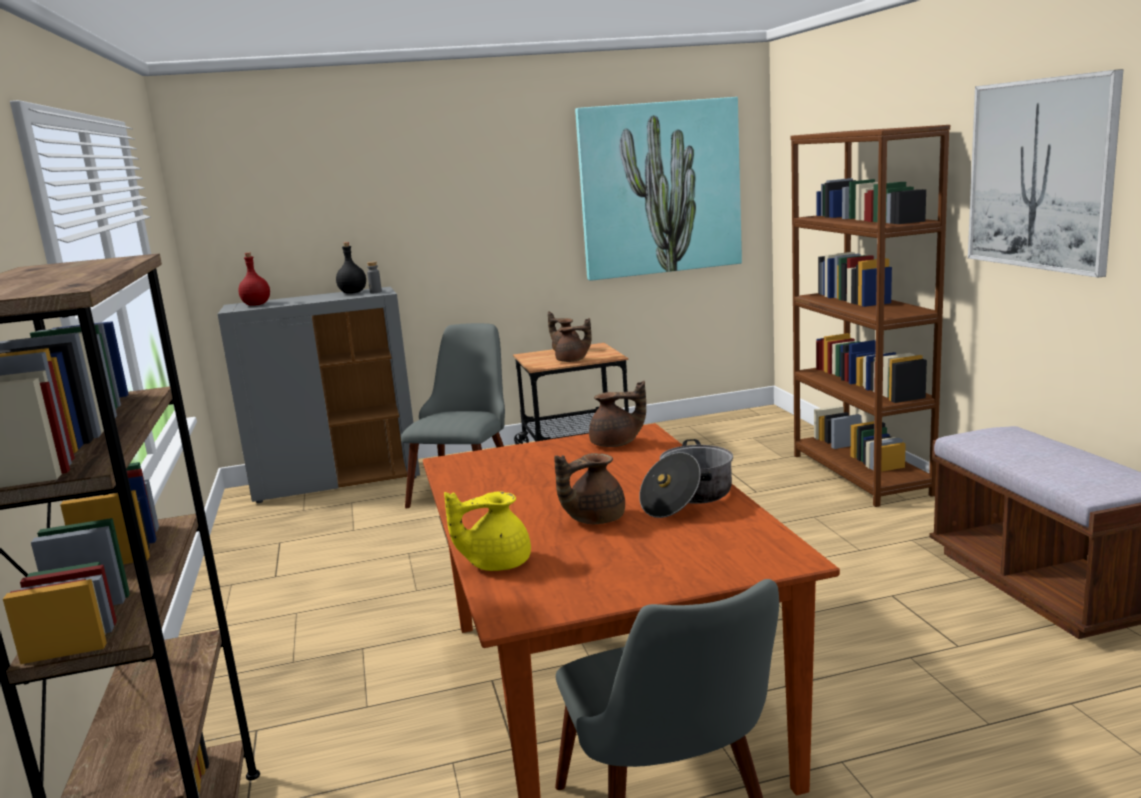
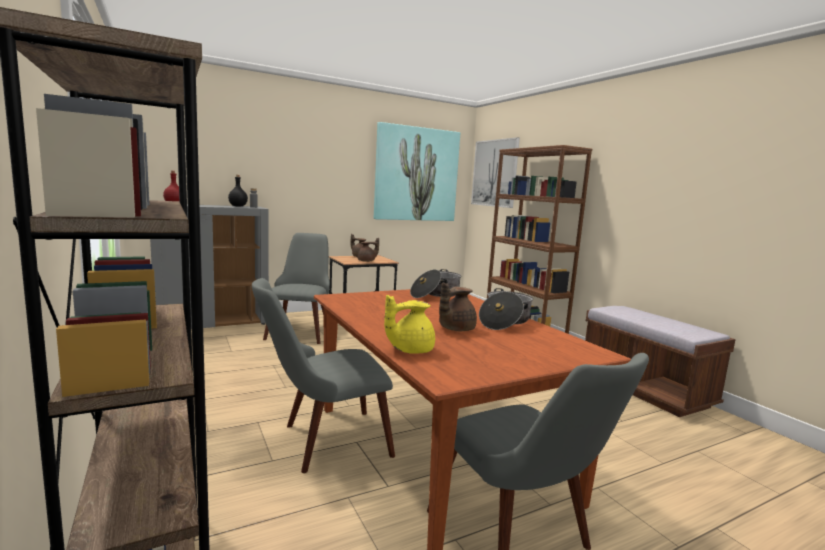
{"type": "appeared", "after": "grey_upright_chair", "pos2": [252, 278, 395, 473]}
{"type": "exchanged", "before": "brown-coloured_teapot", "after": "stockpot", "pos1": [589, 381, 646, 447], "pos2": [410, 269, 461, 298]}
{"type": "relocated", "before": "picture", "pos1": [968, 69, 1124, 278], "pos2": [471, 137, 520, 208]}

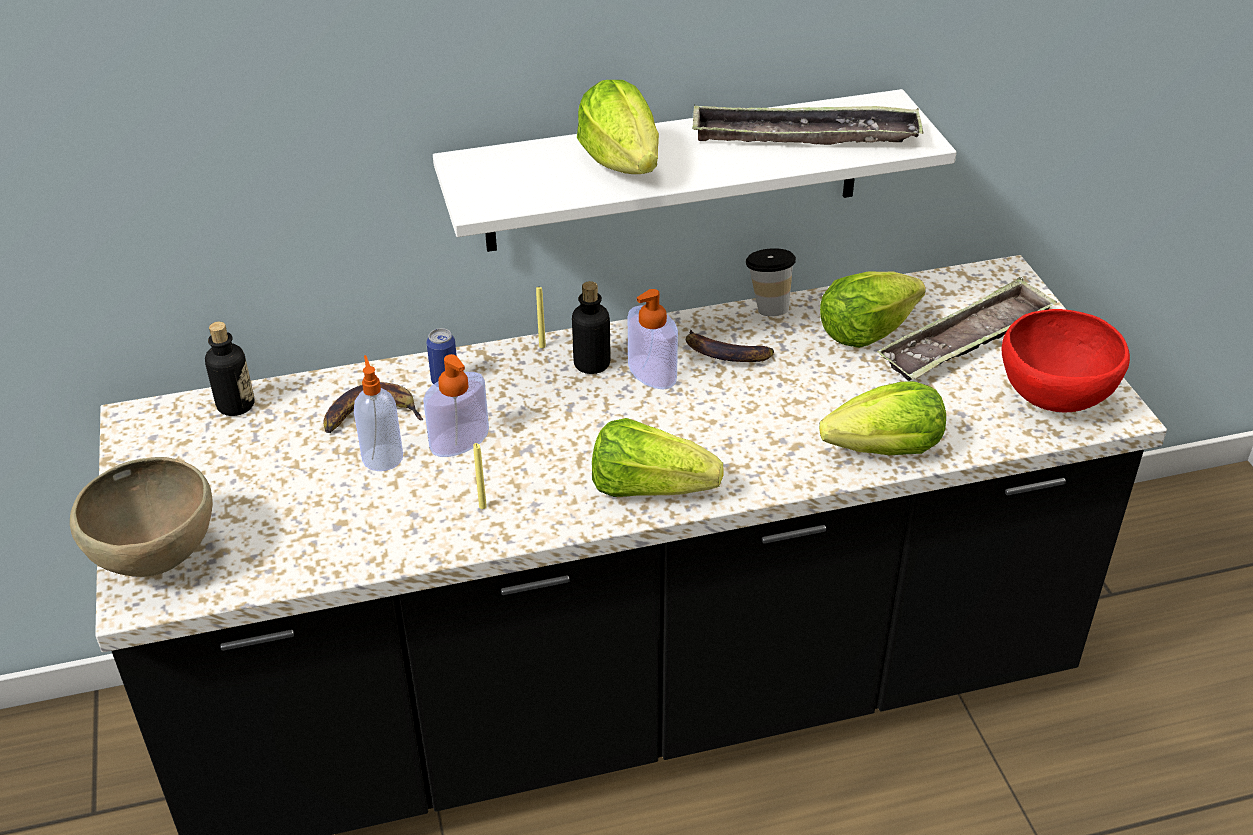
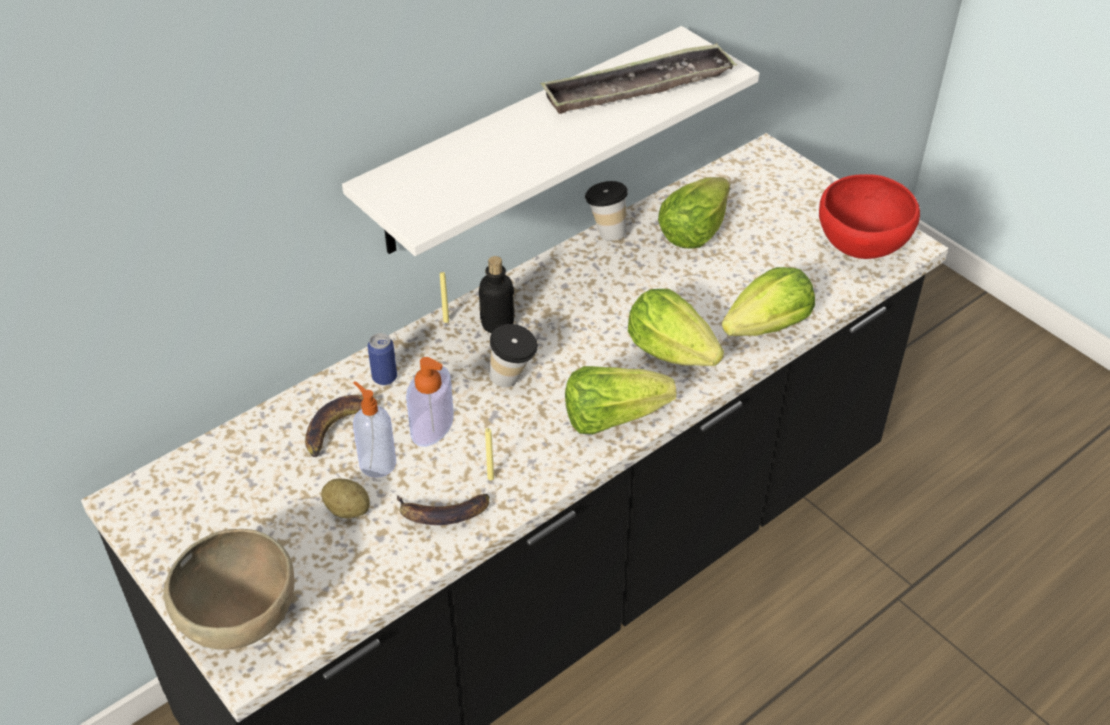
{"type": "appeared", "after": "potato", "pos2": [321, 479, 370, 518]}
{"type": "relocated", "before": "banana_fruit", "pos1": [686, 329, 774, 362], "pos2": [397, 493, 489, 525]}
{"type": "appeared", "after": "drinking_cup", "pos2": [489, 324, 538, 387]}
{"type": "relocated", "before": "head_of_lettuce", "pos1": [577, 80, 659, 174], "pos2": [628, 289, 724, 366]}
{"type": "missing", "before": "beverage_bottle", "pos1": [205, 322, 255, 416]}
{"type": "missing", "before": "liquid_soap_bottle", "pos1": [628, 289, 678, 390]}
{"type": "missing", "before": "carrying_tray", "pos1": [877, 277, 1057, 381]}

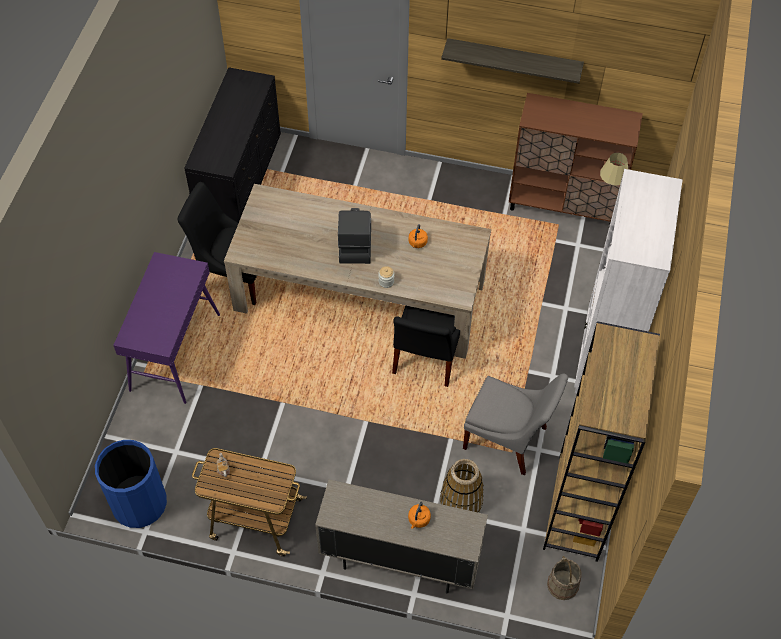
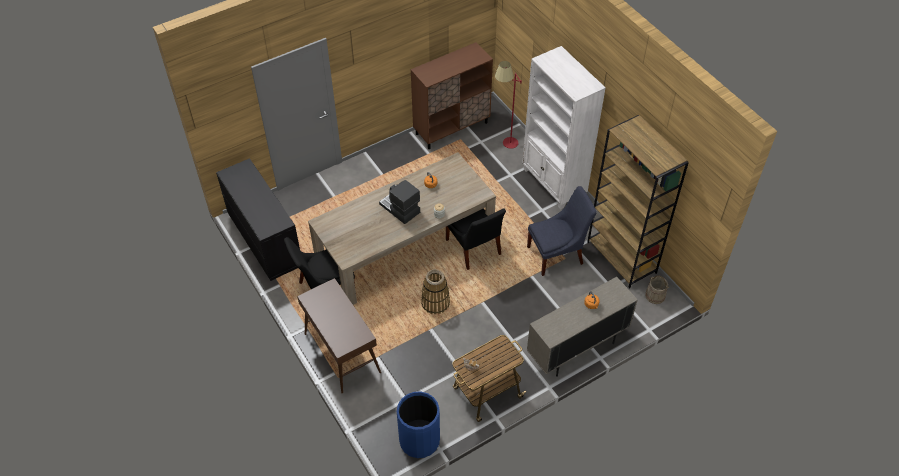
{"type": "colour", "before": "purple-coloured_narrow_table", "after": "brown-coloured_narrow_table", "pos1": [113, 252, 220, 404], "pos2": [297, 278, 381, 394]}
{"type": "relocated", "before": "storage_basket", "pos1": [440, 459, 484, 512], "pos2": [421, 269, 450, 314]}
{"type": "colour", "before": "grey_upright_chair", "after": "blue-coloured_upright_chair", "pos1": [463, 373, 568, 475], "pos2": [527, 186, 597, 276]}
{"type": "missing", "before": "bracket_shelf", "pos1": [441, 38, 584, 84]}

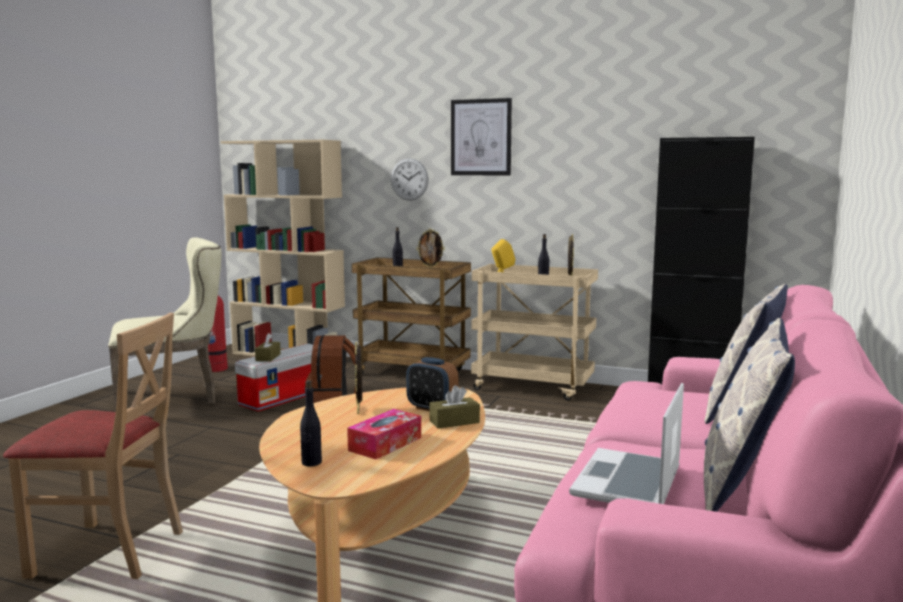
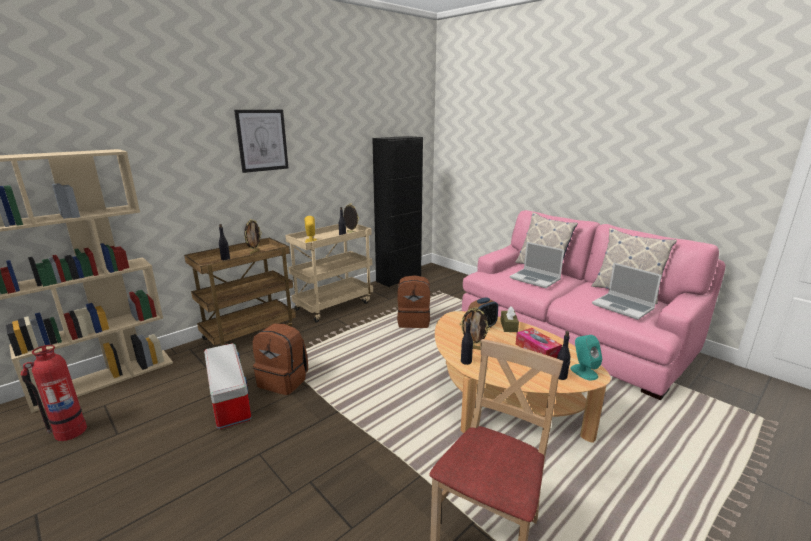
{"type": "appeared", "after": "brown-coloured_knapsack", "pos2": [397, 275, 430, 328]}
{"type": "appeared", "after": "black-coloured_beverage_bottle", "pos2": [461, 318, 473, 365]}
{"type": "appeared", "after": "portable_computer", "pos2": [510, 242, 564, 288]}
{"type": "appeared", "after": "turquoise-coloured_speaker", "pos2": [571, 335, 602, 380]}
{"type": "missing", "before": "beige_upright_chair", "pos1": [108, 237, 222, 412]}
{"type": "missing", "before": "brown-coloured_box_of_tissues", "pos1": [255, 333, 281, 362]}
{"type": "missing", "before": "wall_clock", "pos1": [391, 158, 429, 201]}

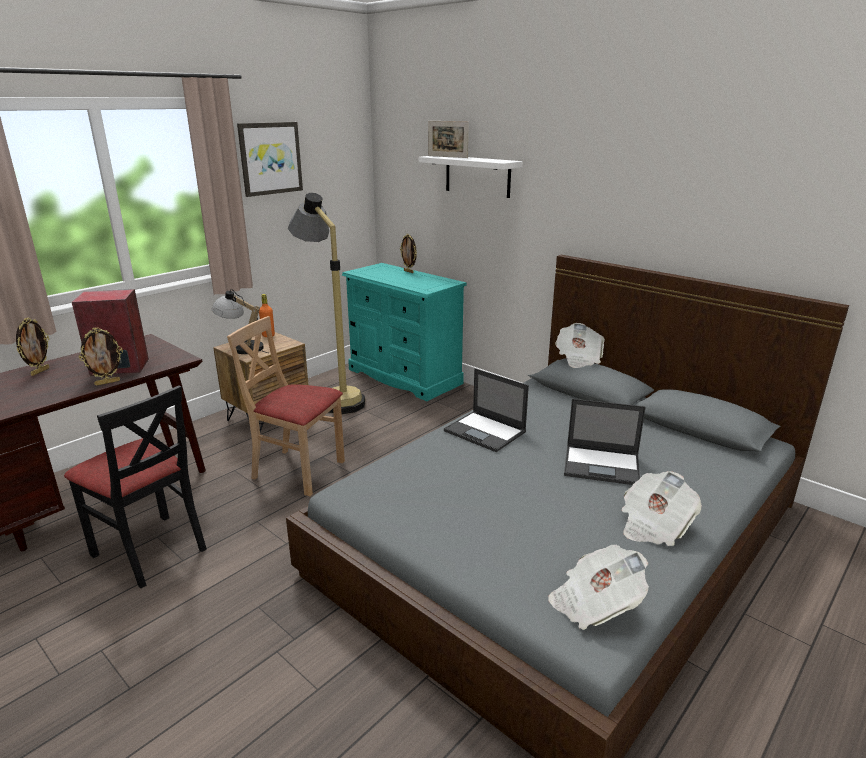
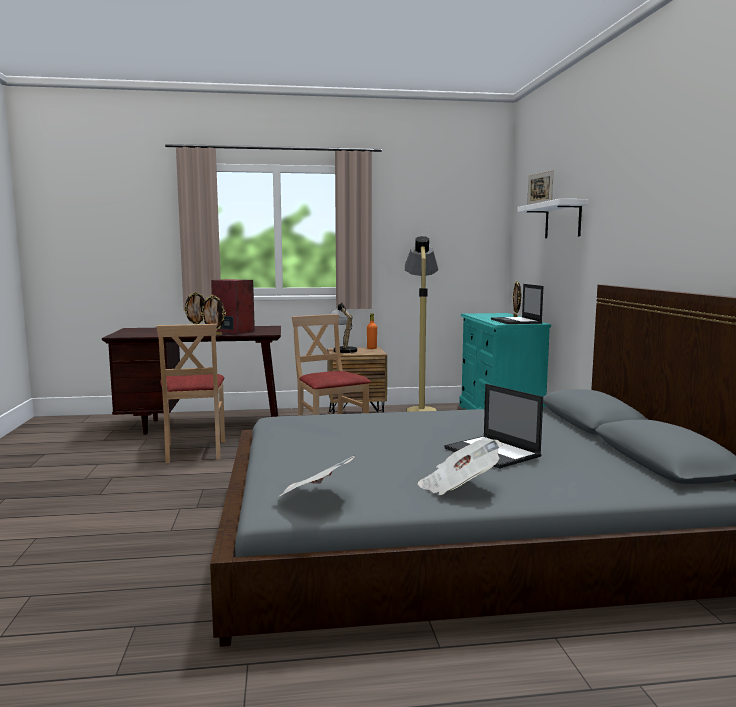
{"type": "colour", "before": "black-coloured_upright_chair", "after": "beige_upright_chair", "pos1": [64, 385, 207, 588], "pos2": [156, 324, 225, 463]}
{"type": "relocated", "before": "portable_computer", "pos1": [444, 368, 529, 452], "pos2": [491, 284, 543, 324]}
{"type": "missing", "before": "picture", "pos1": [237, 122, 303, 197]}
{"type": "missing", "before": "daily_paper", "pos1": [555, 323, 605, 368]}

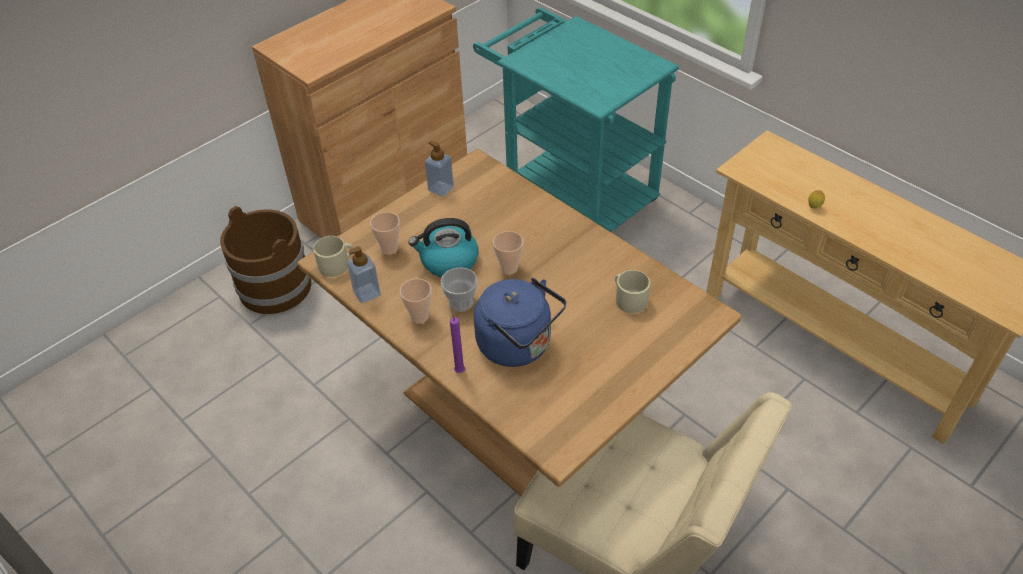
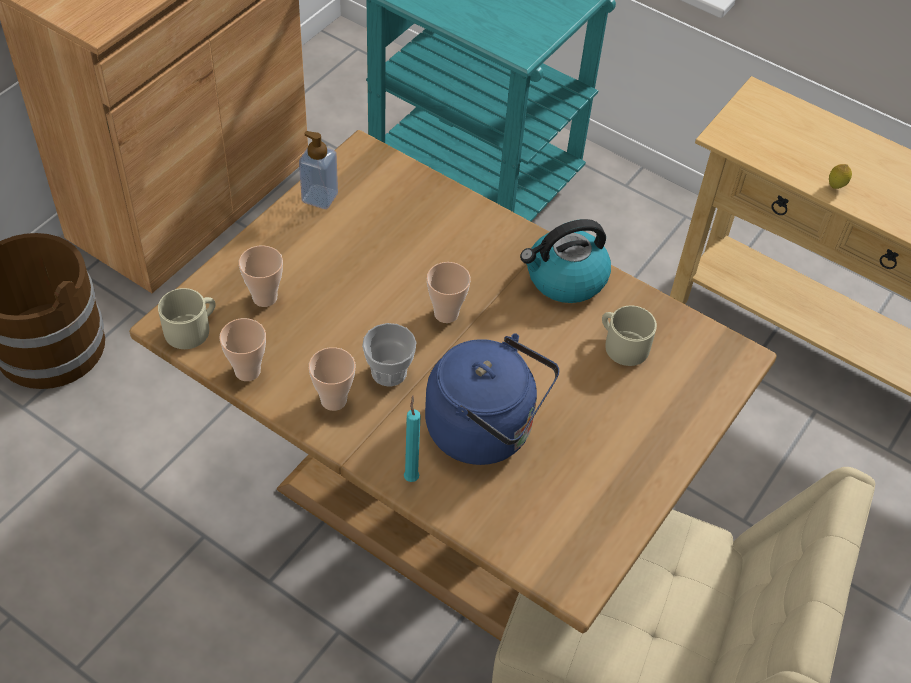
{"type": "exchanged", "before": "liquid_soap_bottle", "after": "drinking_cup", "pos1": [347, 246, 381, 303], "pos2": [219, 318, 266, 381]}
{"type": "colour", "before": "purple-coloured_wax_light", "after": "turquoise-coloured_wax_light", "pos1": [450, 307, 465, 373], "pos2": [404, 395, 421, 482]}
{"type": "relocated", "before": "water_kettle", "pos1": [408, 218, 478, 277], "pos2": [520, 219, 611, 303]}

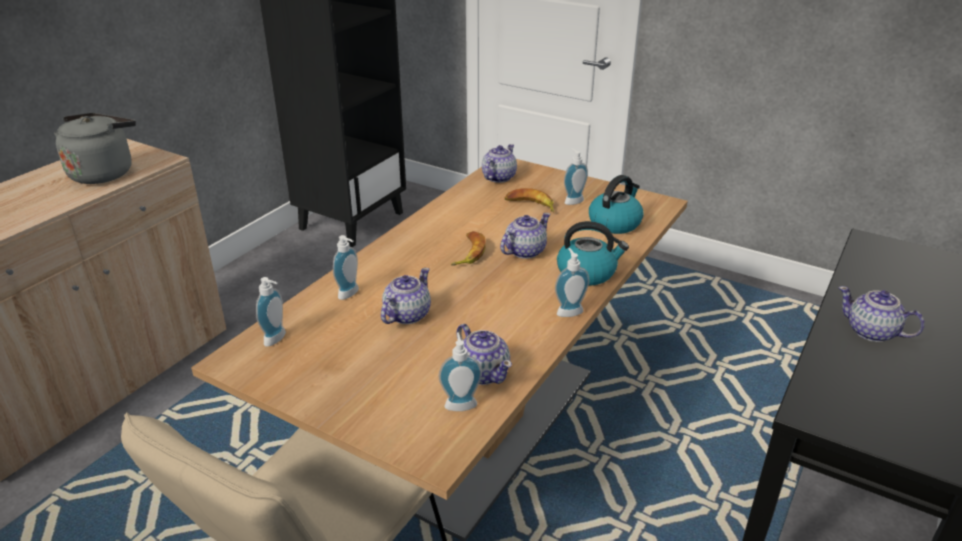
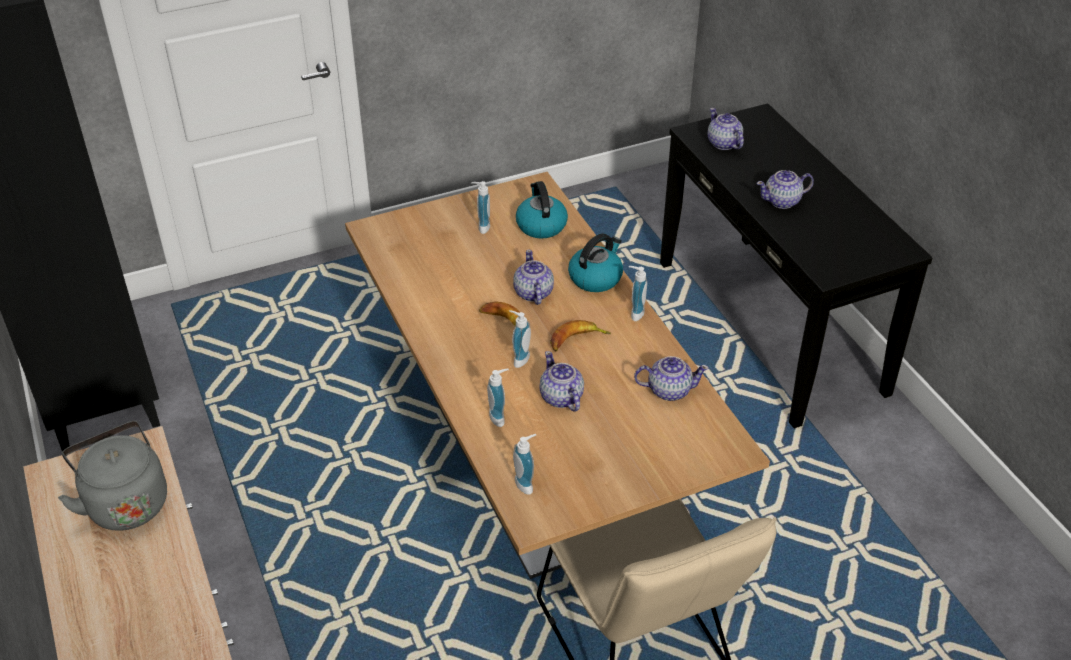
{"type": "relocated", "before": "liquid_soap_bottle", "pos1": [439, 332, 482, 411], "pos2": [509, 310, 531, 368]}
{"type": "relocated", "before": "banana_fruit", "pos1": [505, 188, 554, 213], "pos2": [550, 320, 611, 351]}
{"type": "relocated", "before": "teapot", "pos1": [482, 144, 517, 183], "pos2": [708, 108, 744, 150]}

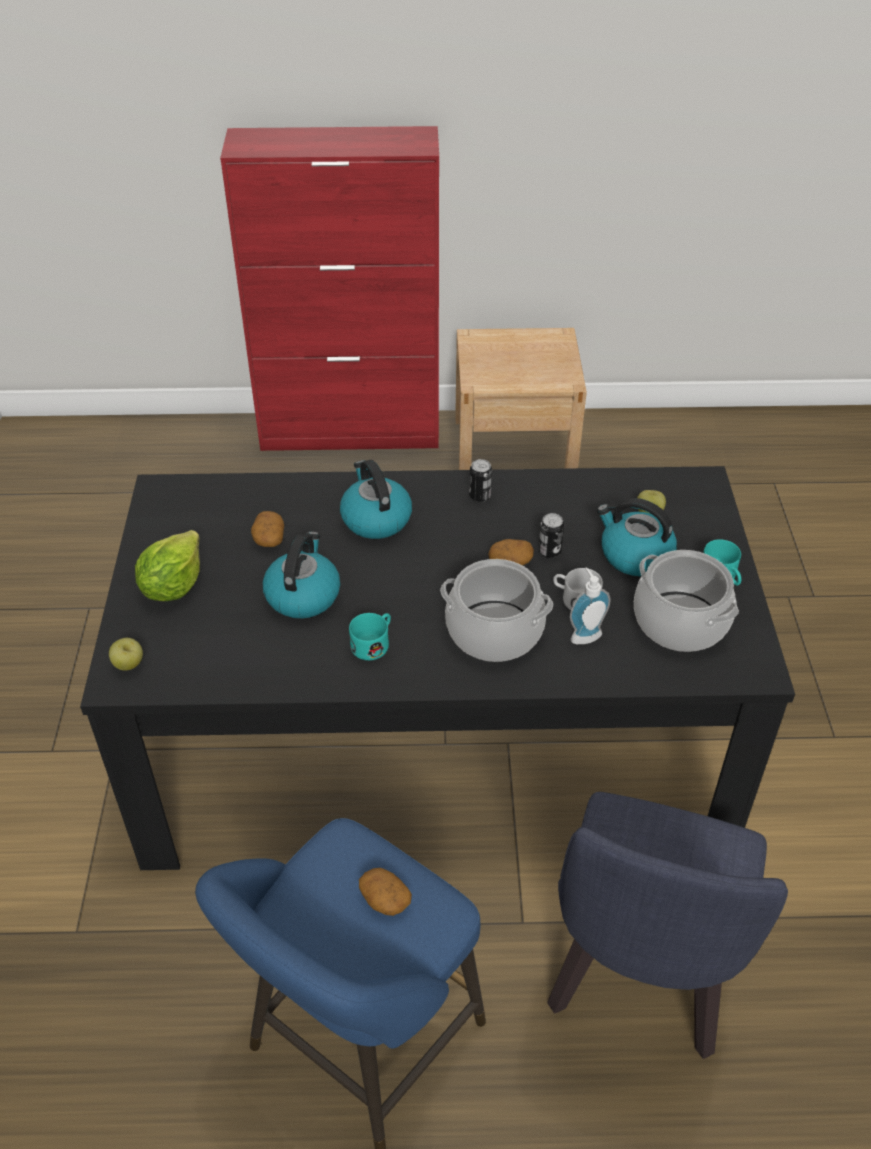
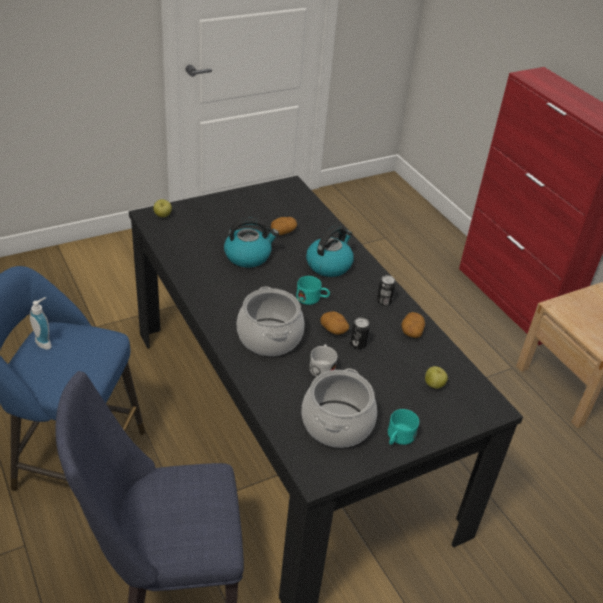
{"type": "relocated", "before": "liquid_soap_bottle", "pos1": [570, 567, 610, 644], "pos2": [30, 297, 52, 350]}
{"type": "relocated", "before": "turquoise-coloured_mug", "pos1": [349, 613, 391, 660], "pos2": [296, 276, 330, 305]}
{"type": "relocated", "before": "potato", "pos1": [359, 868, 412, 916], "pos2": [401, 312, 425, 338]}
{"type": "missing", "before": "head_of_lettuce", "pos1": [135, 530, 200, 601]}
{"type": "missing", "before": "water_kettle", "pos1": [597, 498, 677, 576]}

